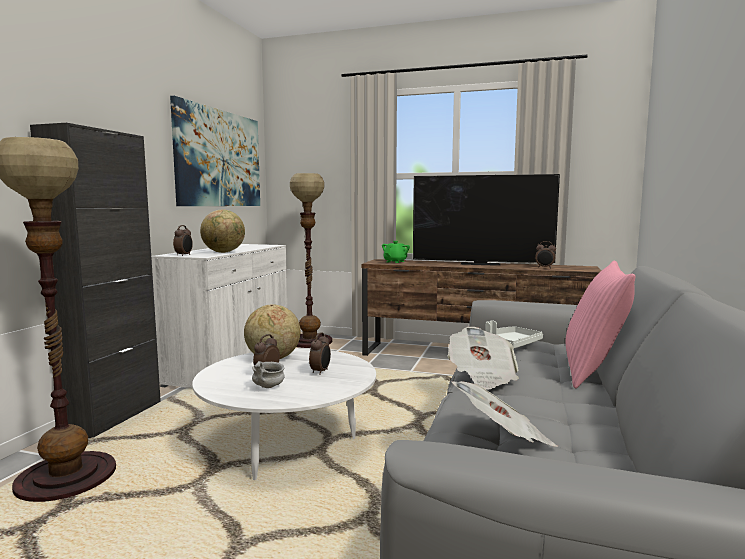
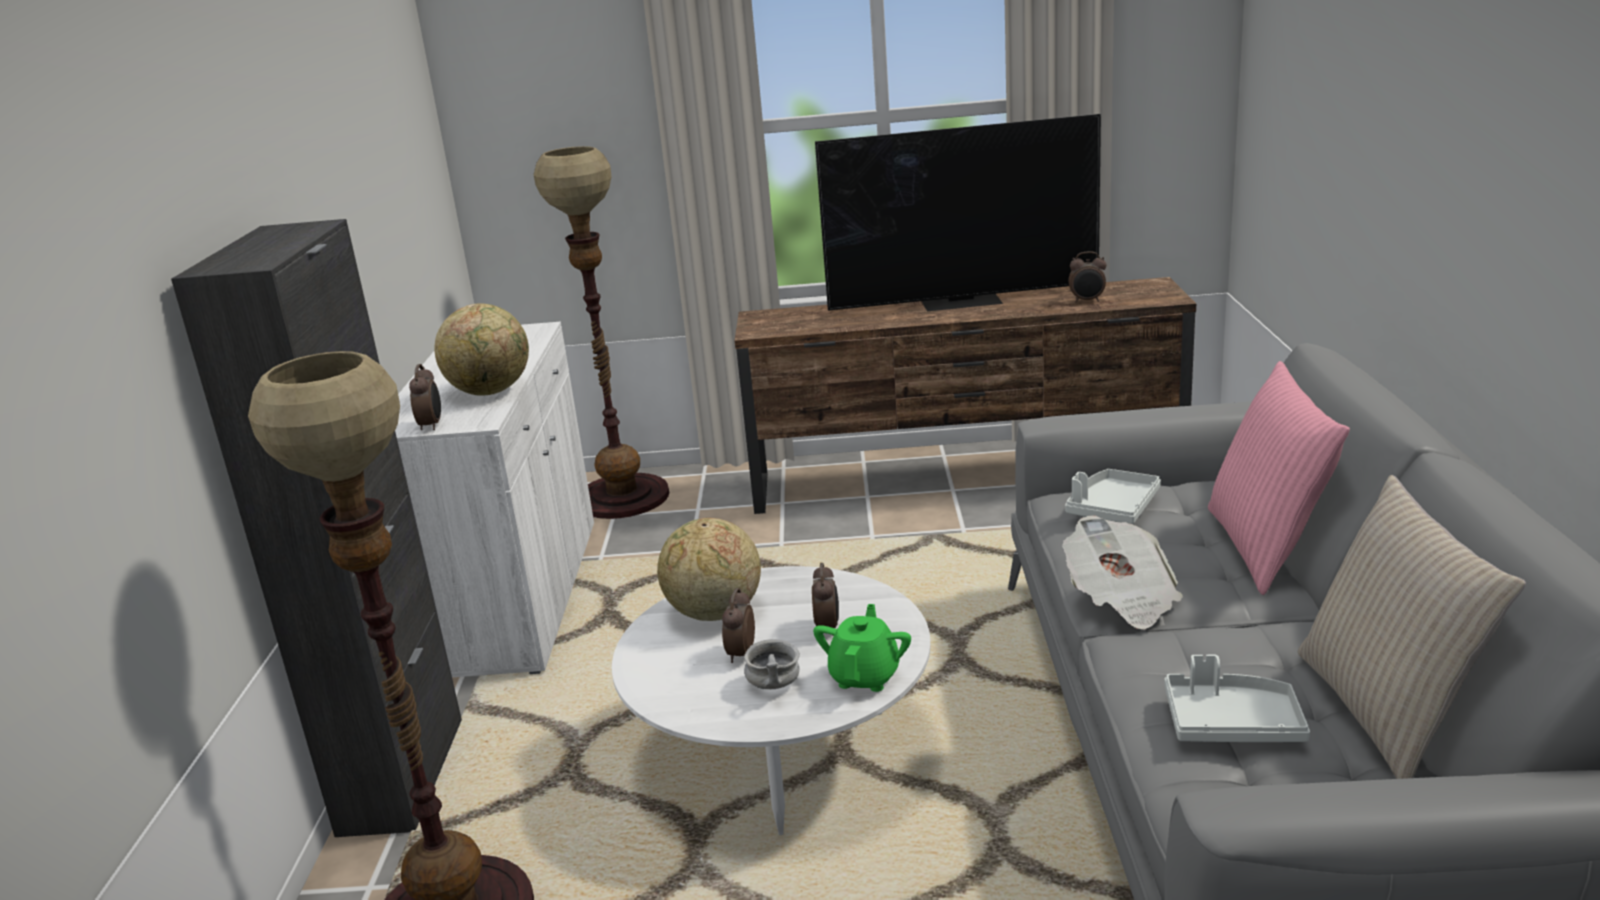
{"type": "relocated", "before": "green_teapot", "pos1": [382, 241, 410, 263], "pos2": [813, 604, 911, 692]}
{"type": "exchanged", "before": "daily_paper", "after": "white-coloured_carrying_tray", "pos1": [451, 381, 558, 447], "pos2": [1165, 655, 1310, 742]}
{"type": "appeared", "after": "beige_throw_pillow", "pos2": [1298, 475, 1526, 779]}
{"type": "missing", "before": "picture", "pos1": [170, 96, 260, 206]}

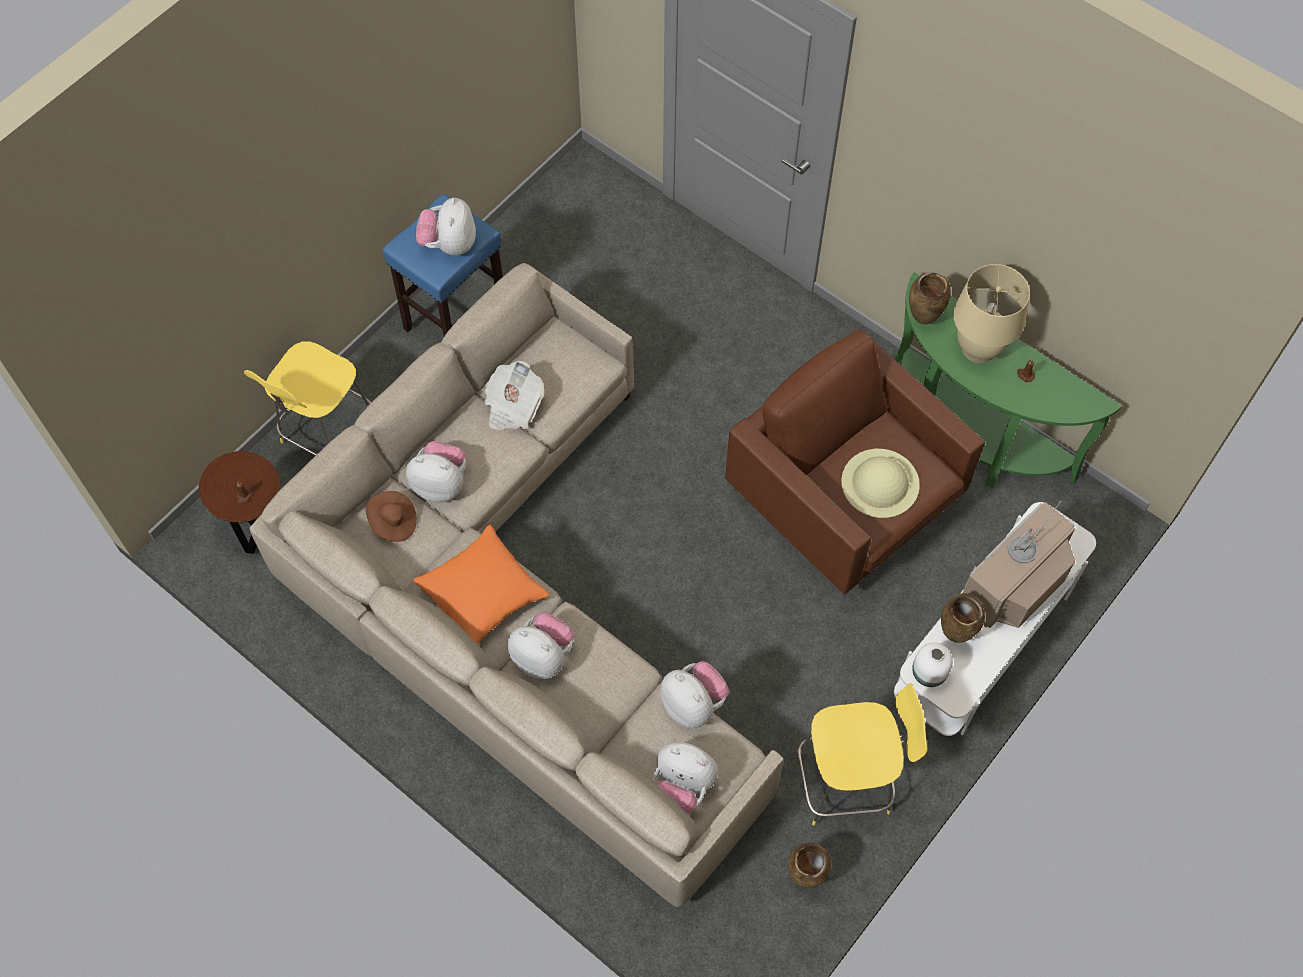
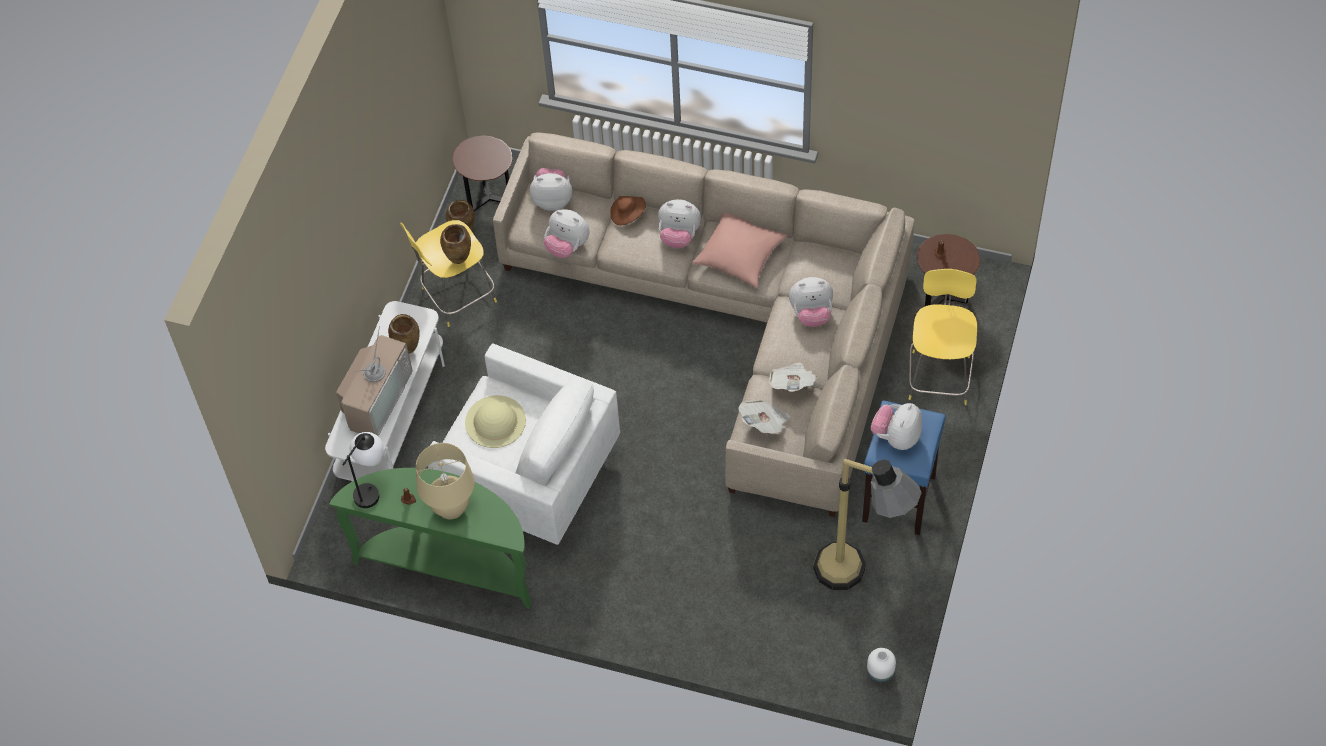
{"type": "appeared", "after": "table_lamp", "pos2": [342, 432, 383, 508]}
{"type": "colour", "before": "brown-coloured_armchair", "after": "white-coloured_armchair", "pos1": [725, 329, 985, 595], "pos2": [428, 343, 620, 545]}
{"type": "relocated", "before": "brown-coloured_flower_vase", "pos1": [909, 272, 951, 324], "pos2": [440, 224, 471, 264]}
{"type": "appeared", "after": "brown-coloured_end_table", "pos2": [452, 135, 512, 211]}
{"type": "relocated", "before": "brown-coloured_wearable_hat", "pos1": [366, 491, 417, 542], "pos2": [610, 196, 646, 225]}
{"type": "colour", "before": "orangey_throw_pillow", "after": "pink-coloured_throw_pillow", "pos1": [413, 525, 550, 644], "pos2": [692, 212, 787, 288]}
{"type": "appeared", "after": "daily_paper", "pos2": [739, 400, 791, 434]}
{"type": "appeared", "after": "standing_lamp", "pos2": [813, 459, 922, 590]}
{"type": "relocated", "before": "white-coloured_flower_vase", "pos1": [912, 643, 953, 687], "pos2": [867, 648, 896, 683]}
{"type": "spun", "before": "plush_toy", "pos1": [416, 198, 476, 256], "pos2": [871, 403, 922, 450], "turn": -135}

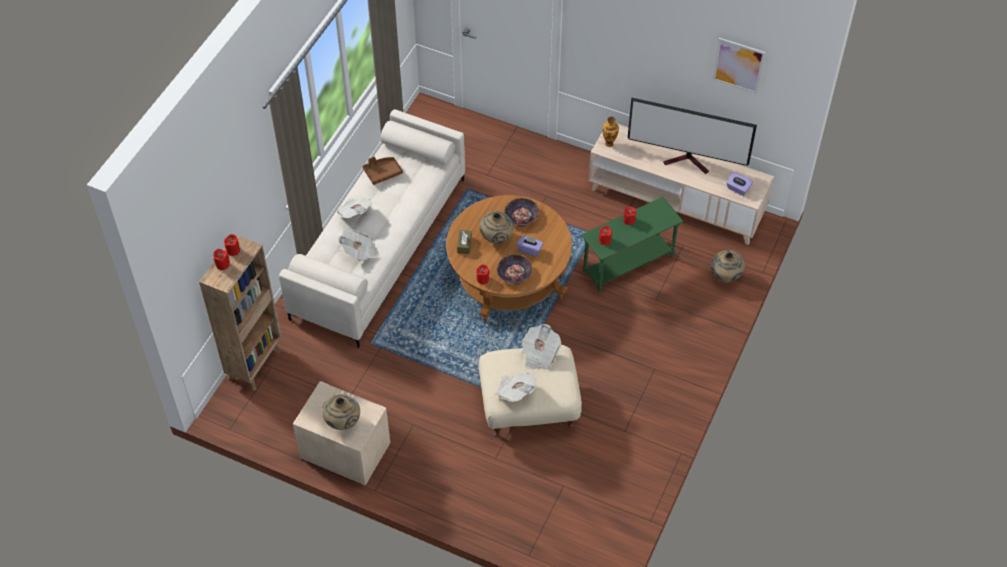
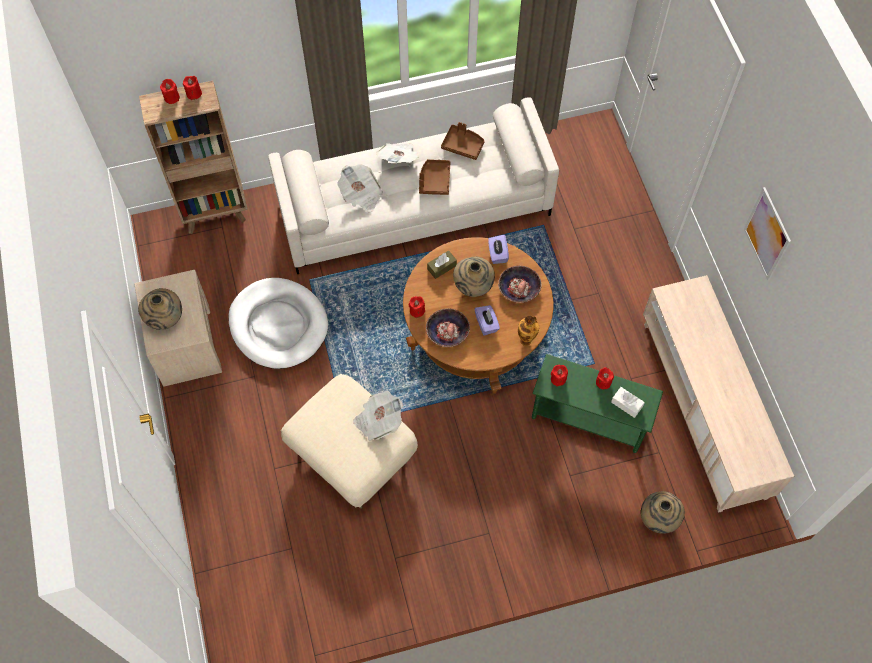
{"type": "appeared", "after": "white-coloured_dog_cushion", "pos2": [229, 278, 328, 369]}
{"type": "appeared", "after": "brown-coloured_carrying_tray", "pos2": [419, 159, 451, 195]}
{"type": "relocated", "before": "purple-coloured_box_of_tissues", "pos1": [726, 172, 753, 196], "pos2": [488, 235, 509, 264]}
{"type": "relocated", "before": "flower_vase", "pos1": [603, 117, 619, 147], "pos2": [518, 315, 539, 346]}
{"type": "appeared", "after": "white-coloured_box_of_tissues", "pos2": [611, 387, 645, 418]}
{"type": "relocated", "before": "picture", "pos1": [712, 38, 766, 94], "pos2": [744, 187, 791, 281]}
{"type": "missing", "before": "daily_paper", "pos1": [495, 373, 537, 402]}
{"type": "missing", "before": "TV", "pos1": [628, 98, 757, 174]}

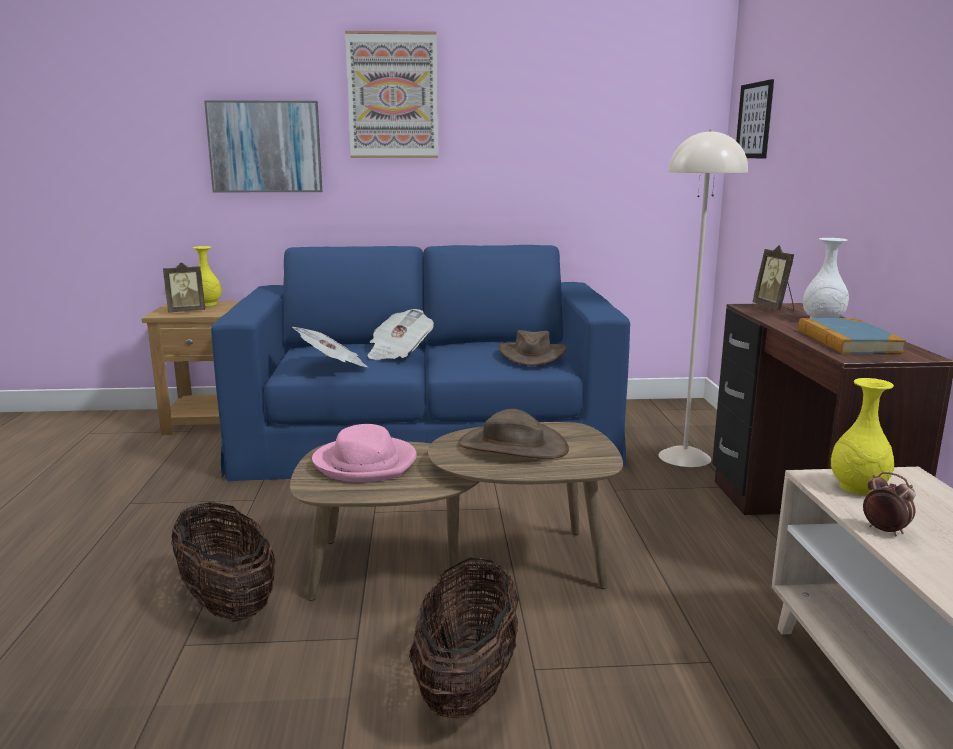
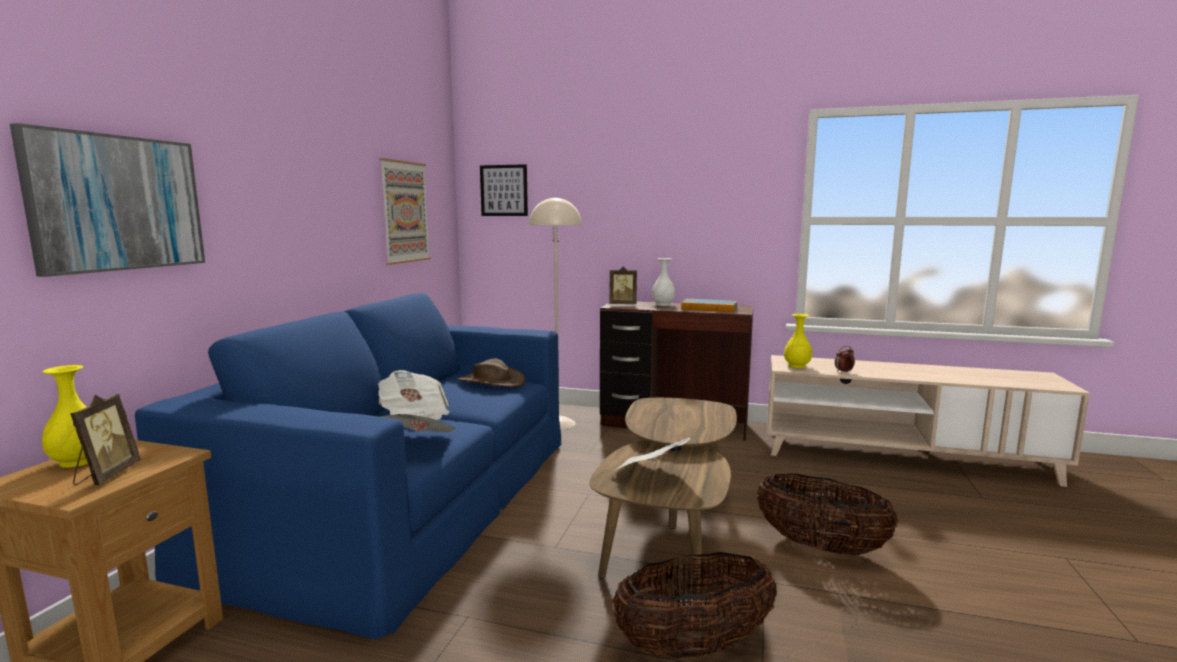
{"type": "relocated", "before": "picture", "pos1": [345, 31, 438, 158], "pos2": [379, 158, 431, 265]}
{"type": "exchanged", "before": "pink-coloured_wearable_hat", "after": "daily_paper", "pos1": [312, 424, 417, 482], "pos2": [614, 437, 691, 470]}
{"type": "missing", "before": "brown-coloured_wearable_hat", "pos1": [458, 409, 569, 459]}

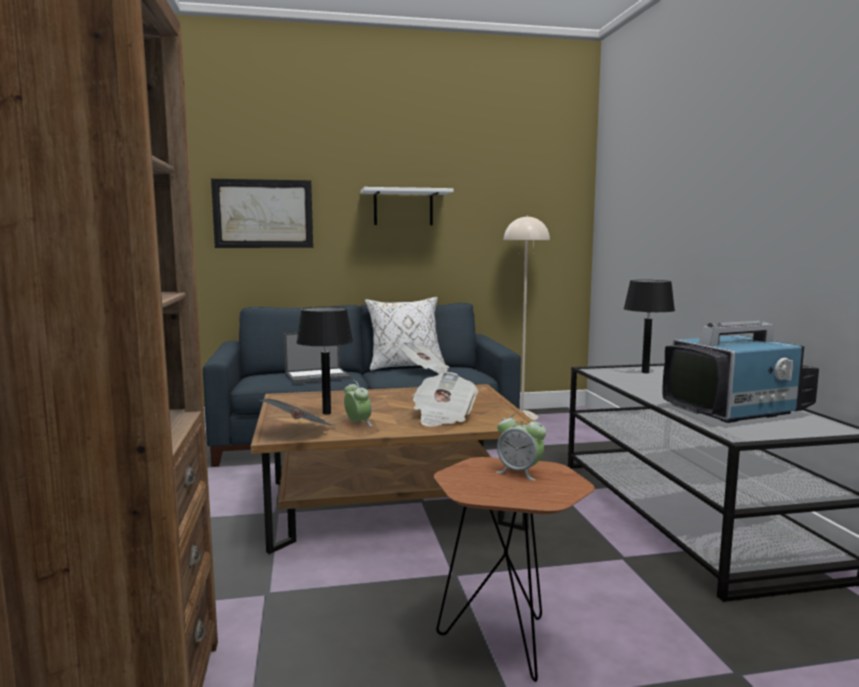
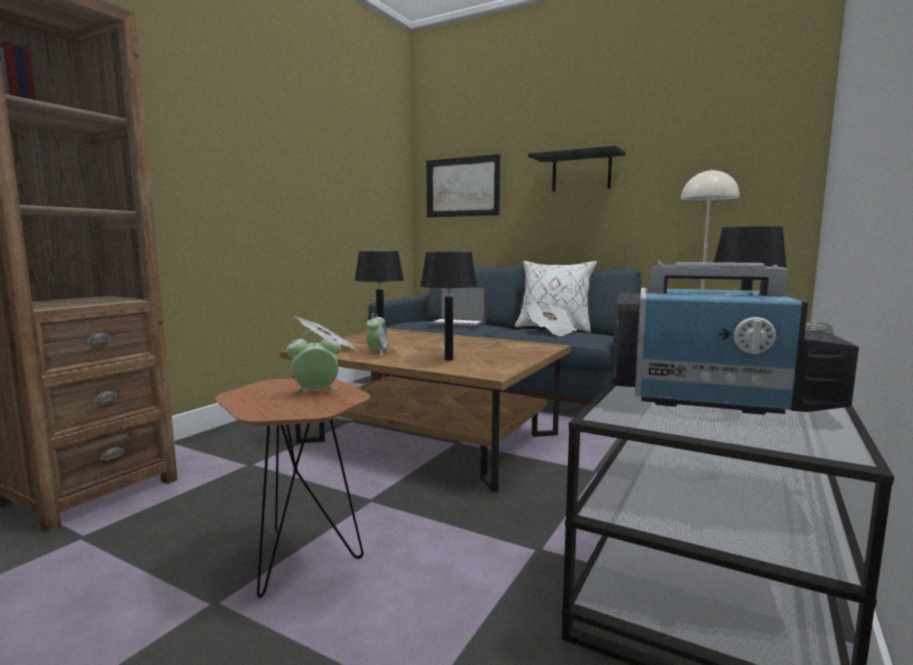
{"type": "spun", "before": "bedside_clock", "pos1": [496, 411, 546, 481], "pos2": [287, 330, 341, 392], "turn": 90}
{"type": "exchanged", "before": "daily_paper", "after": "black-coloured_table_lamp", "pos1": [412, 372, 478, 427], "pos2": [420, 252, 477, 360]}
{"type": "colour", "before": "white-coloured_bracket_shelf", "after": "black-coloured_bracket_shelf", "pos1": [361, 187, 453, 225], "pos2": [528, 146, 625, 192]}

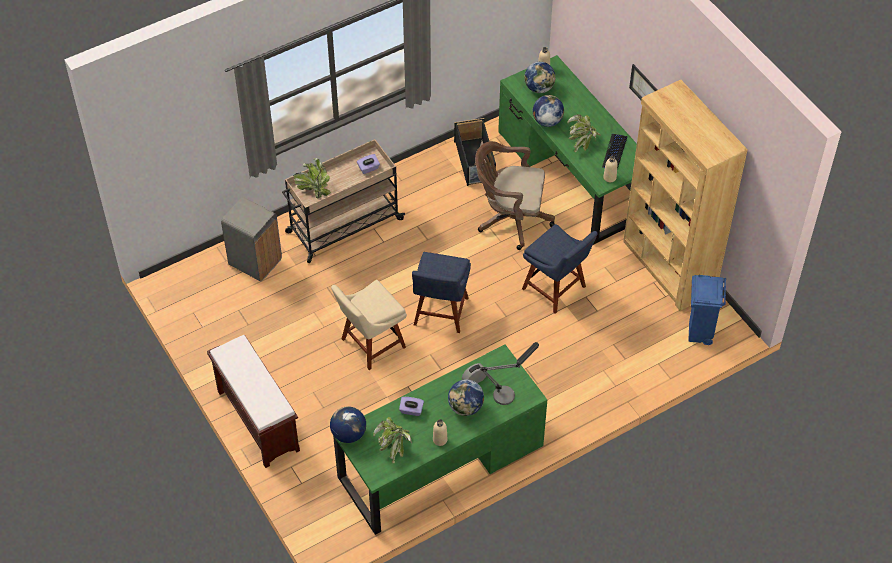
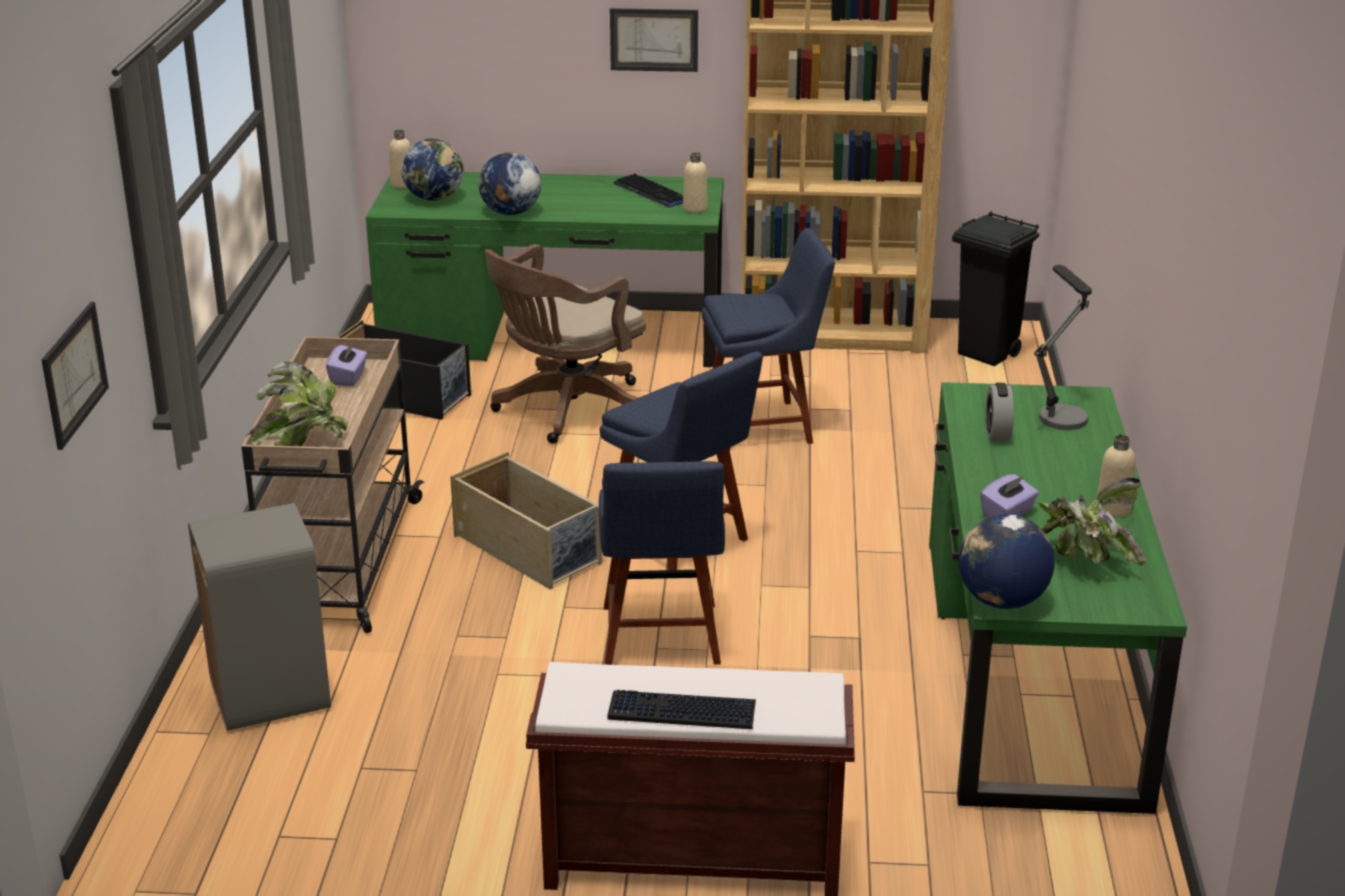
{"type": "appeared", "after": "picture", "pos2": [42, 302, 109, 450]}
{"type": "appeared", "after": "beige_storage_bin", "pos2": [450, 452, 602, 589]}
{"type": "colour", "before": "beige_upright_chair", "after": "blue-coloured_upright_chair", "pos1": [331, 280, 407, 370], "pos2": [599, 461, 725, 665]}
{"type": "appeared", "after": "keyboard", "pos2": [607, 690, 756, 729]}
{"type": "colour", "before": "blue-coloured_rubbish_bin", "after": "black-coloured_rubbish_bin", "pos1": [688, 275, 726, 345], "pos2": [952, 212, 1039, 366]}
{"type": "missing", "before": "desk_globe", "pos1": [448, 379, 484, 416]}
{"type": "missing", "before": "plant_in_a_pot", "pos1": [567, 114, 601, 152]}

